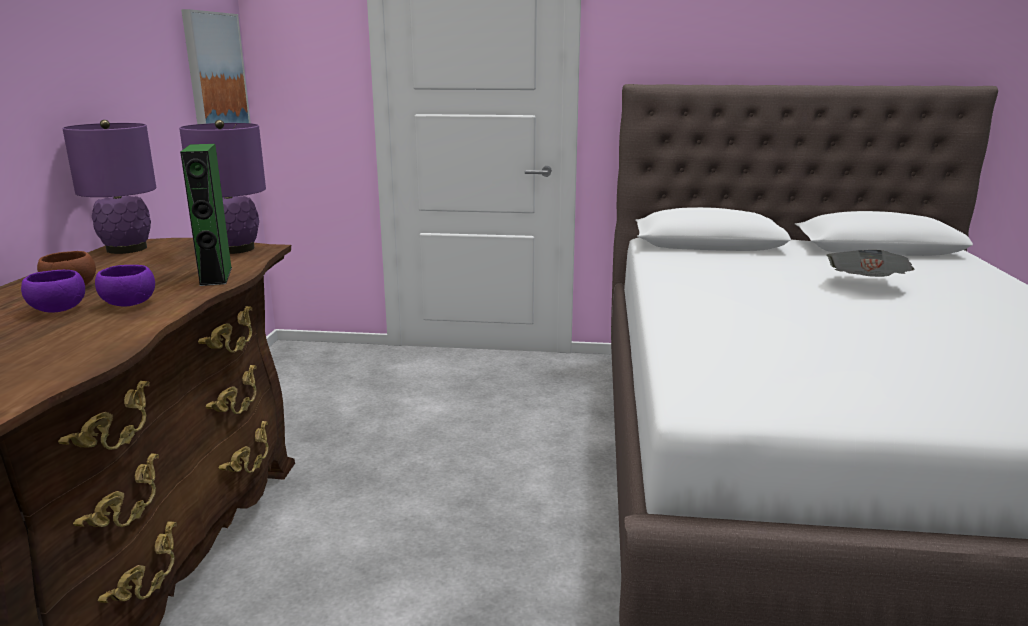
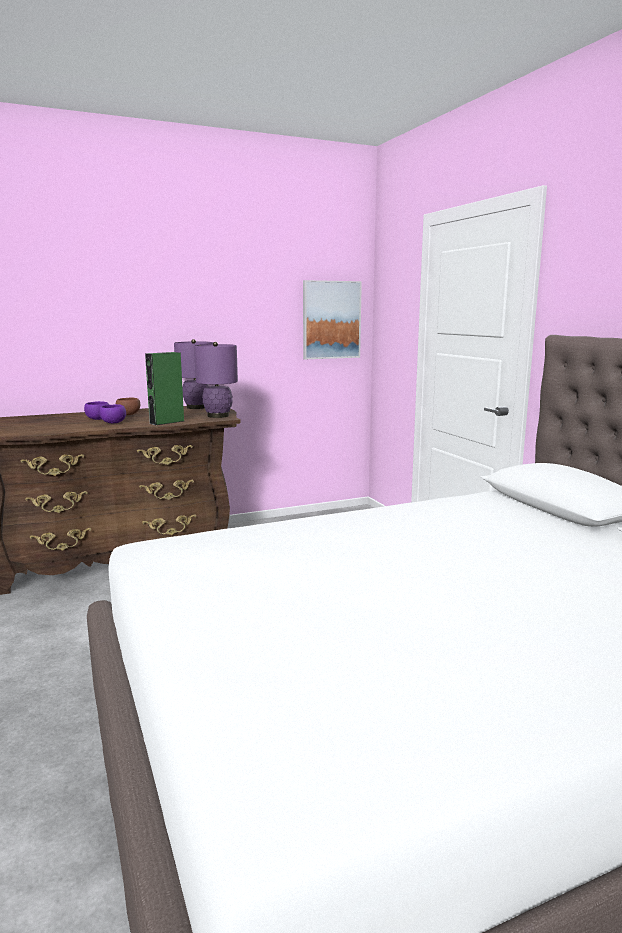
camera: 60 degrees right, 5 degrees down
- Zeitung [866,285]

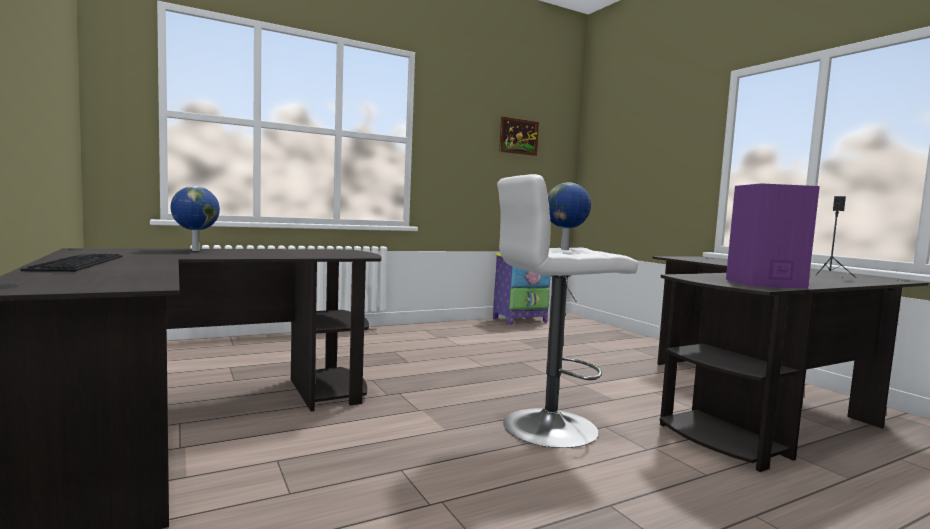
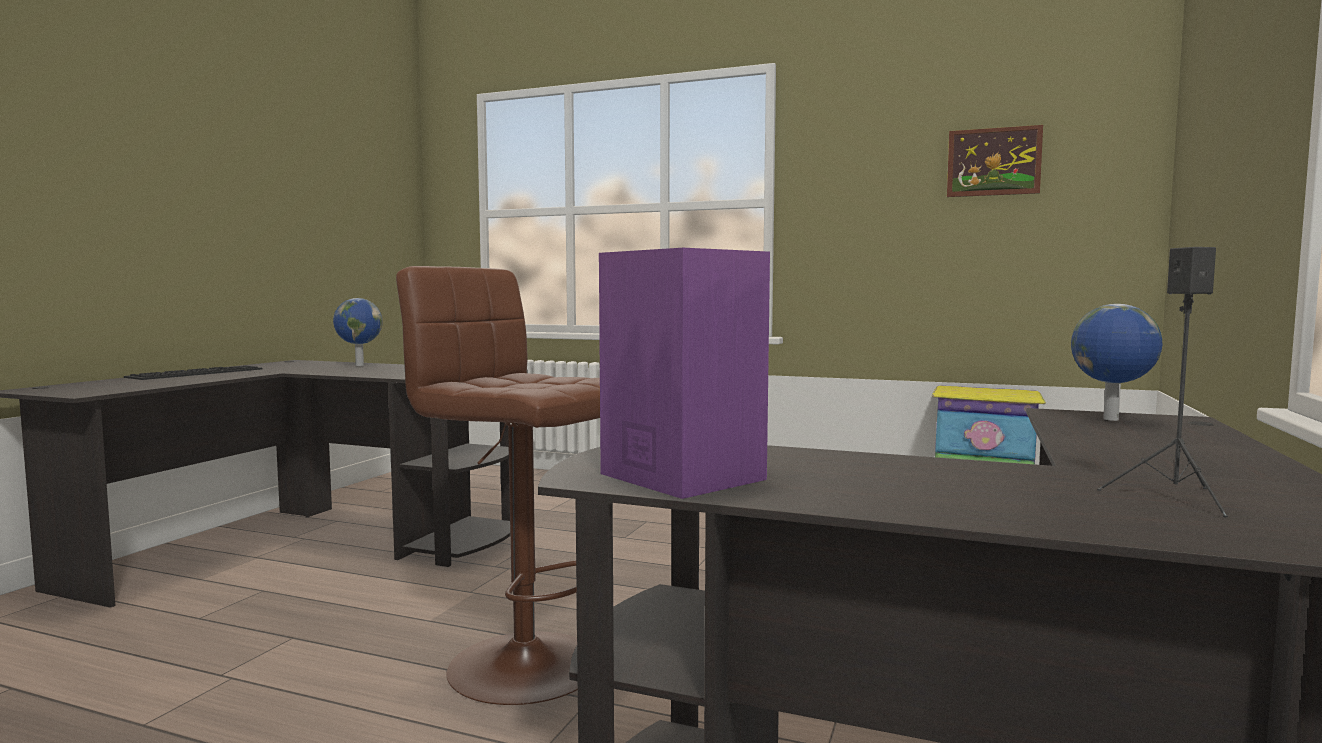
camera: 50 degrees right, 0 degrees up
~ Globus [565,249] to [1111,419]
~ Hocker [weiß] [548,427] to Hocker [braun] [524,665]

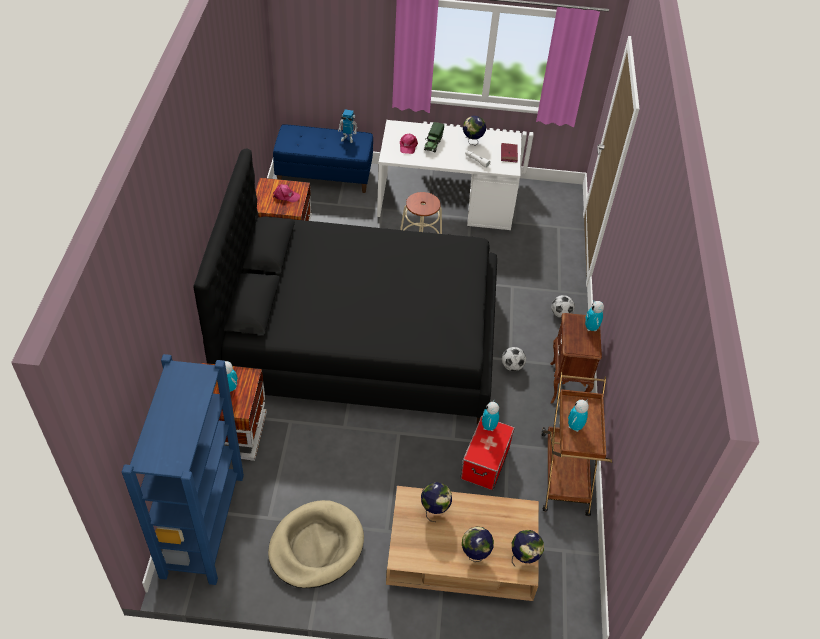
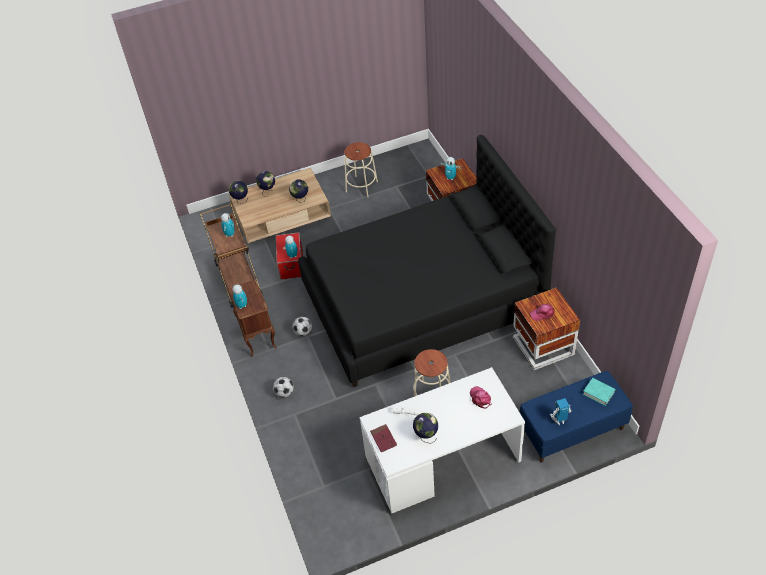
camera: 160 degrees right, 0 degrees up
- Bücherregal [blau] [202,524]
- Spielzeuglaster [433,143]
+ Buch [türkis] [598,393]
~ Hundebett [beige] [316,546] to Hocker [beige] [361,186]

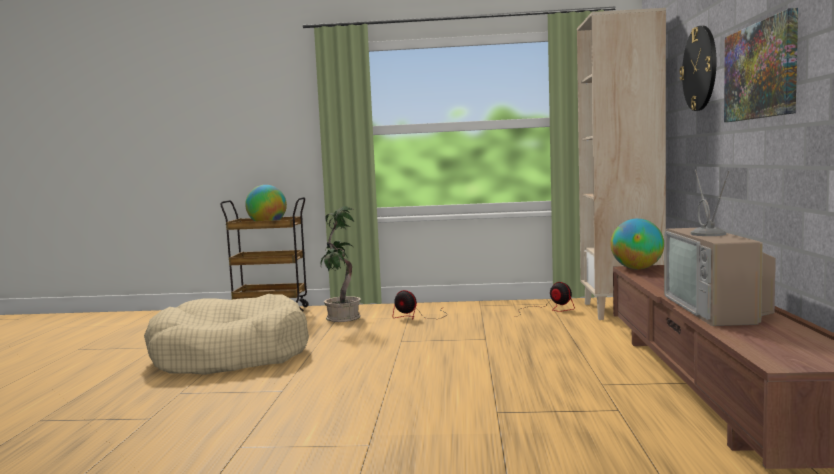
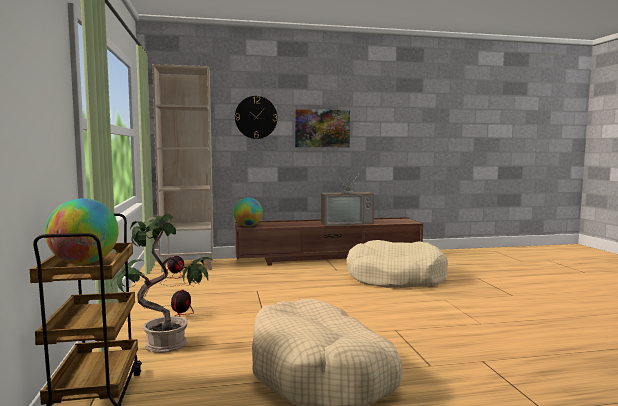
camera: 105 degrees left, 0 degrees up
+ Hundebett [beige] [395,278]

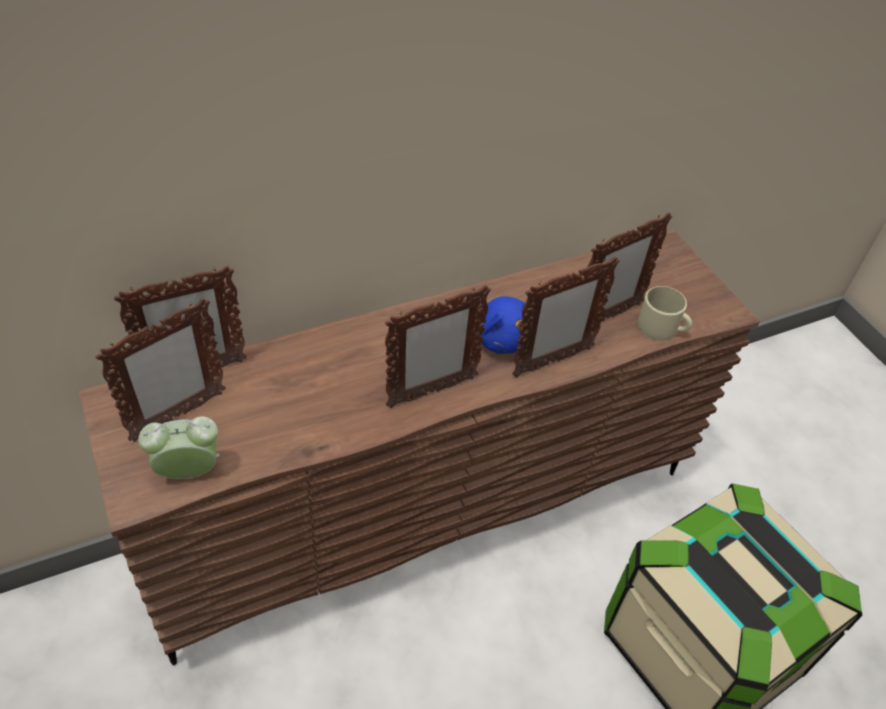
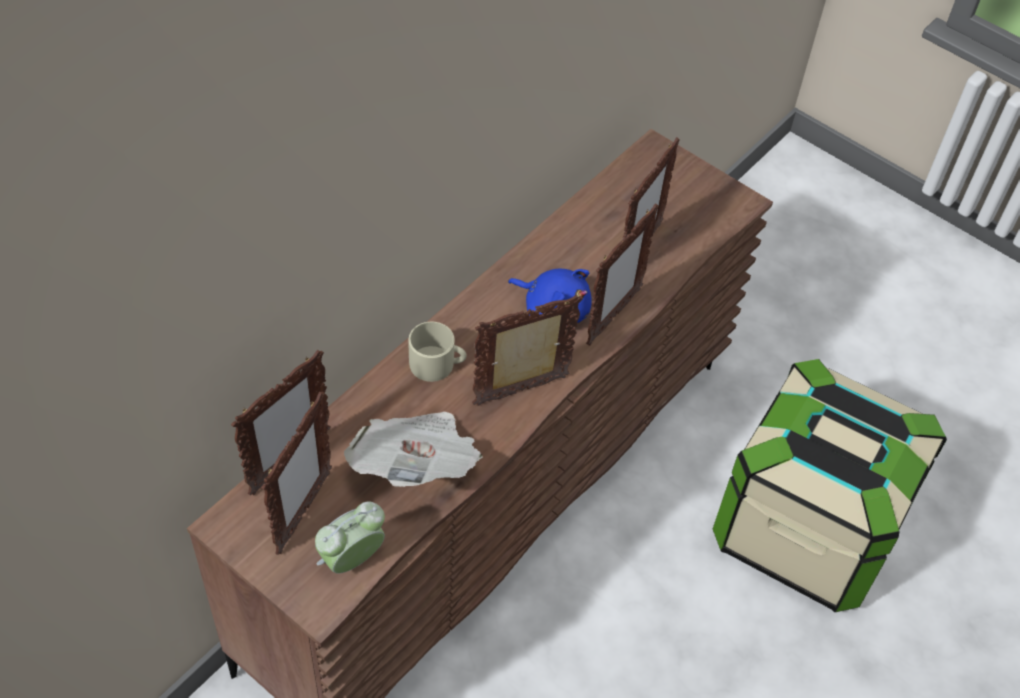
camera: 25 degrees left, 5 degrees up
+ Zeitung [416,466]
~ Henkelbecher [beige] [662,328] to [437,364]
~ Bilderrahmen [431,392] = [522,391] 150 degrees counterclockwise

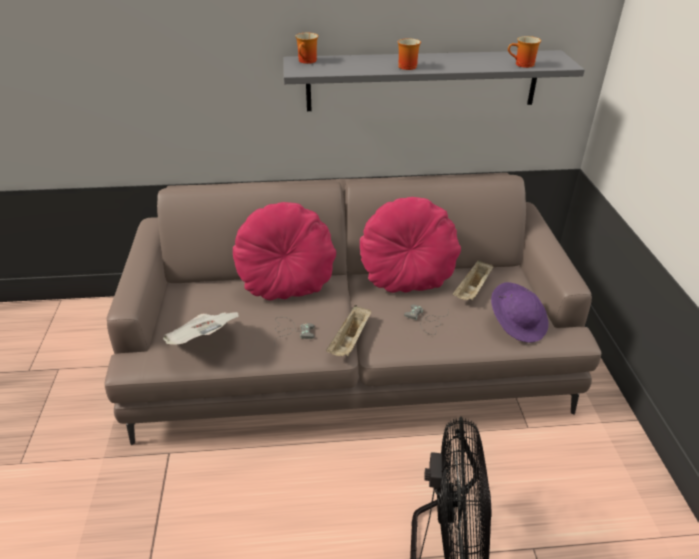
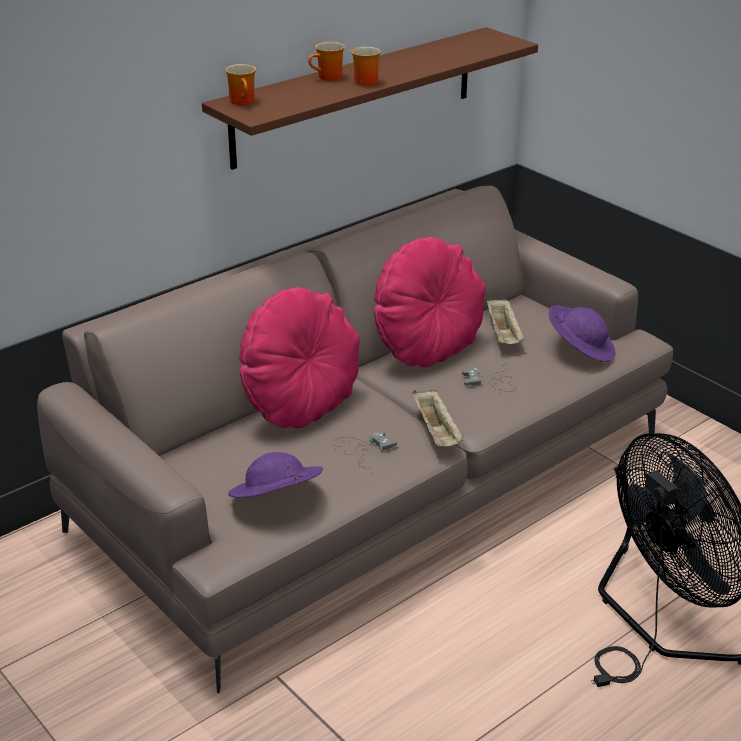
camera: 35 degrees left, 5 degrees down
~ Henkelbecher [522,65] to [328,78]
~ Zeitung [203,341] to Hut [lila] [276,500]
~ Wandregal [grau] [422,81] to Wandregal [braun] [355,96]

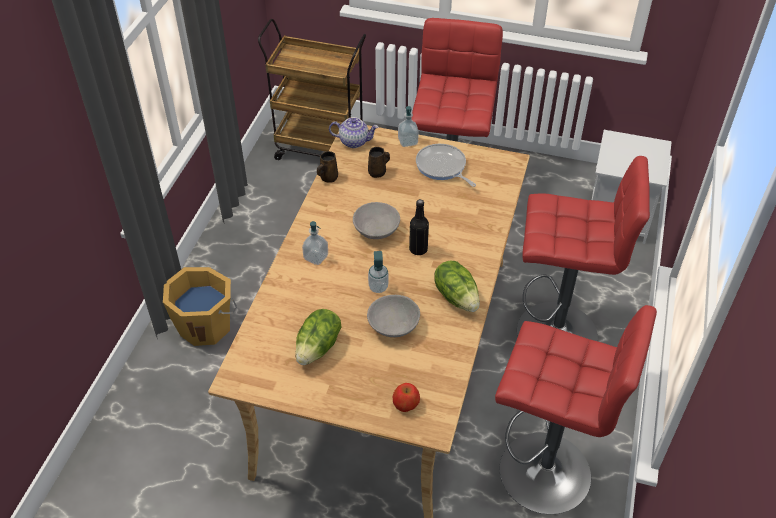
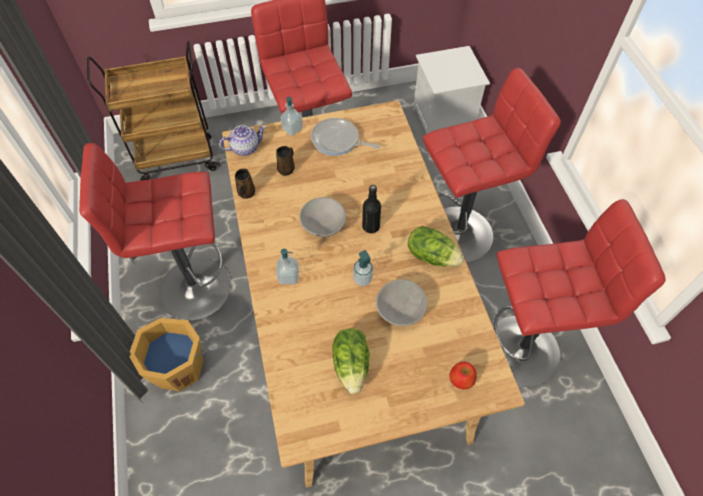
camera: 30 degrees left, 10 degrees up
+ Hocker [rot] [194,288]

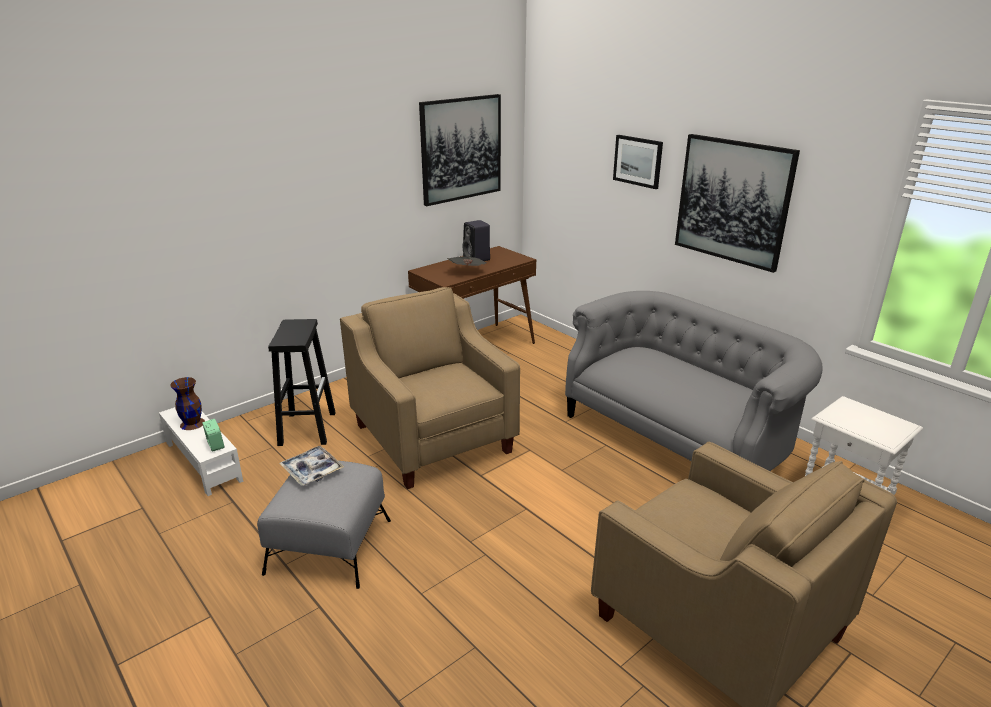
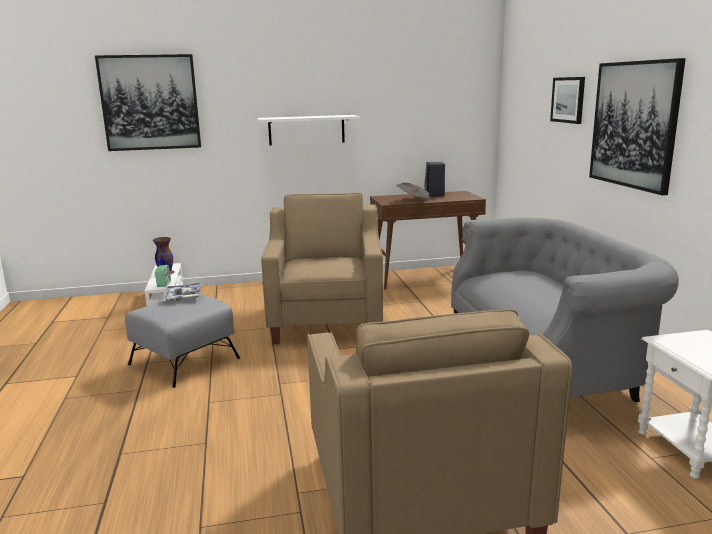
camera: 30 degrees right, 10 degrees down
- Hocker [schwarz] [307,428]
+ Wandregal [weiß] [306,130]
~ Bild [461,149] to [150,103]

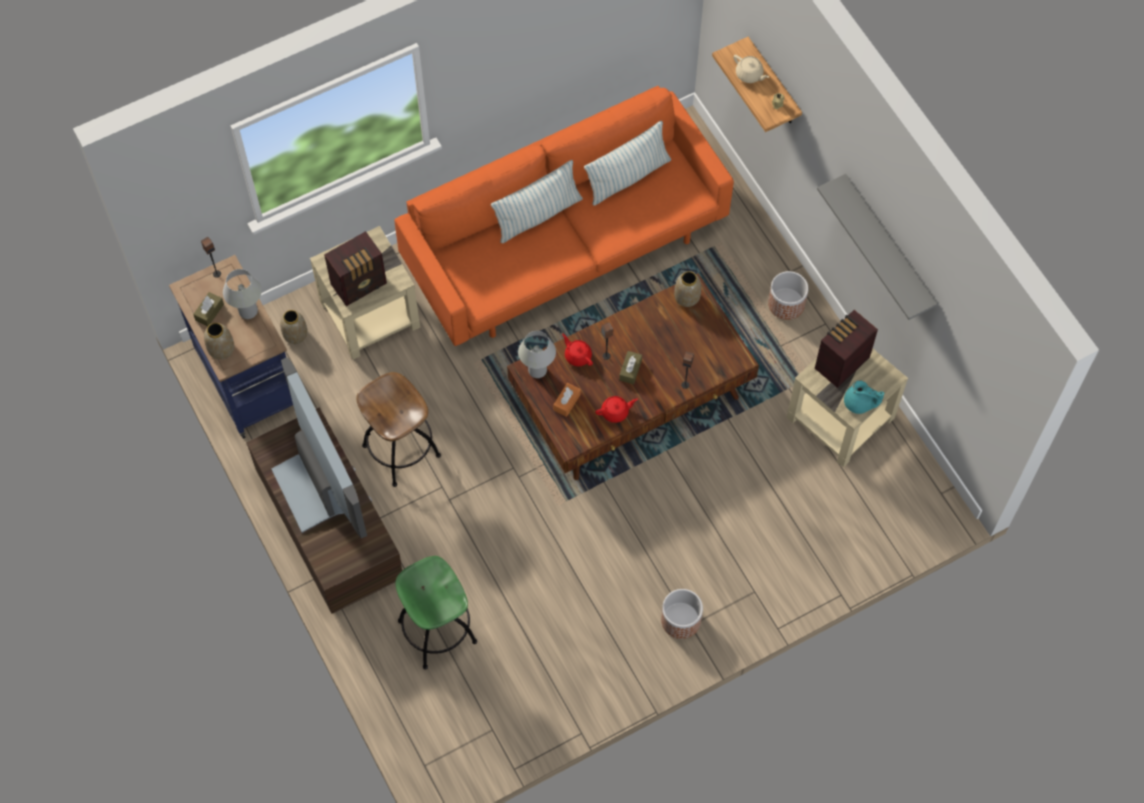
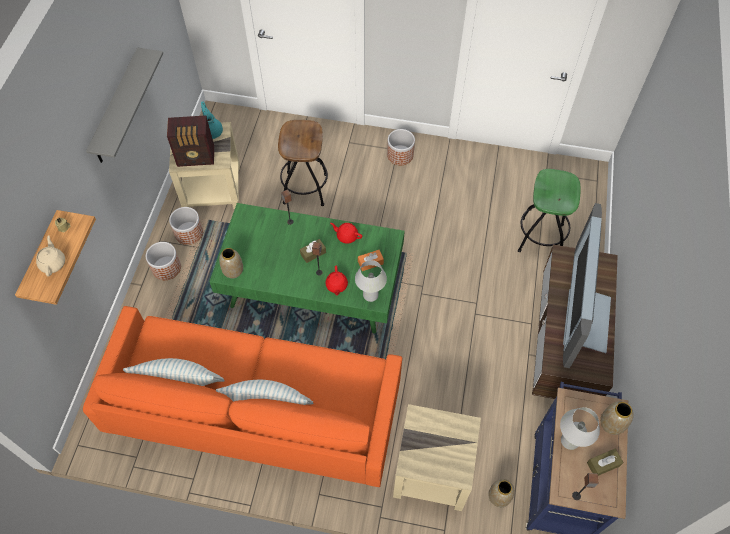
camera: 140 degrees left, 5 degrees down
- Radio [360,284]
+ Pflanzkübel [189,233]
~ Hocker [braun] [401,451] to [305,188]
~ Couchtisch [braun] [631,397] to Couchtisch [grün] [312,282]

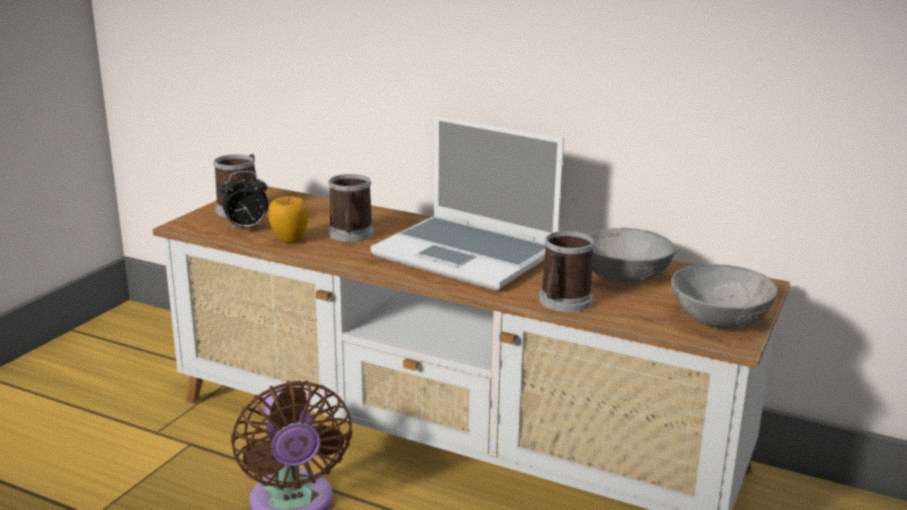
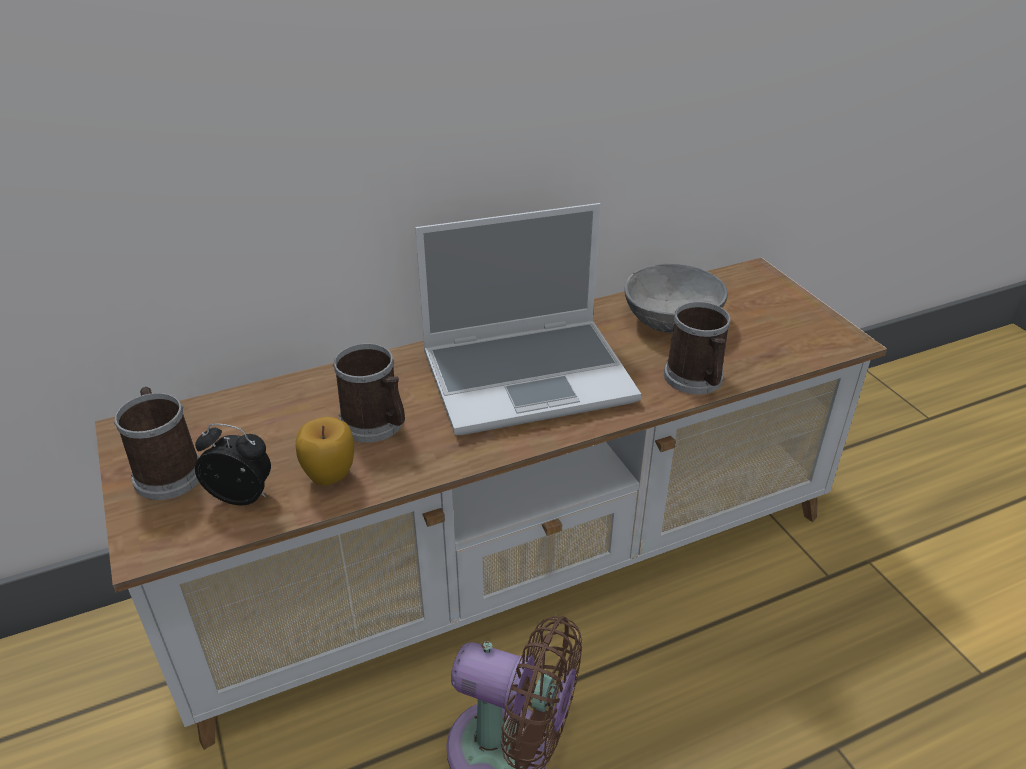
camera: 50 degrees left, 15 degrees up
- Schüssel [grau] [720,318]
~ Wecker [246,229] = [243,496] 105 degrees counterclockwise

